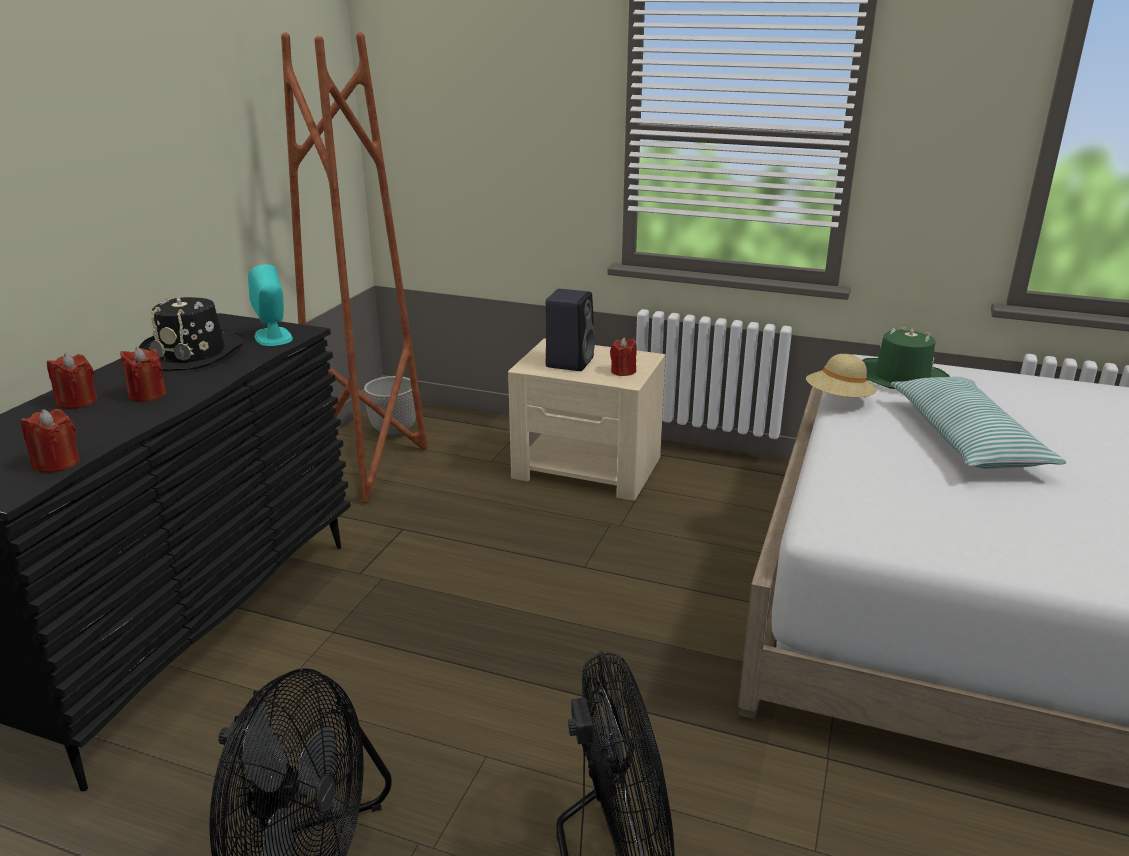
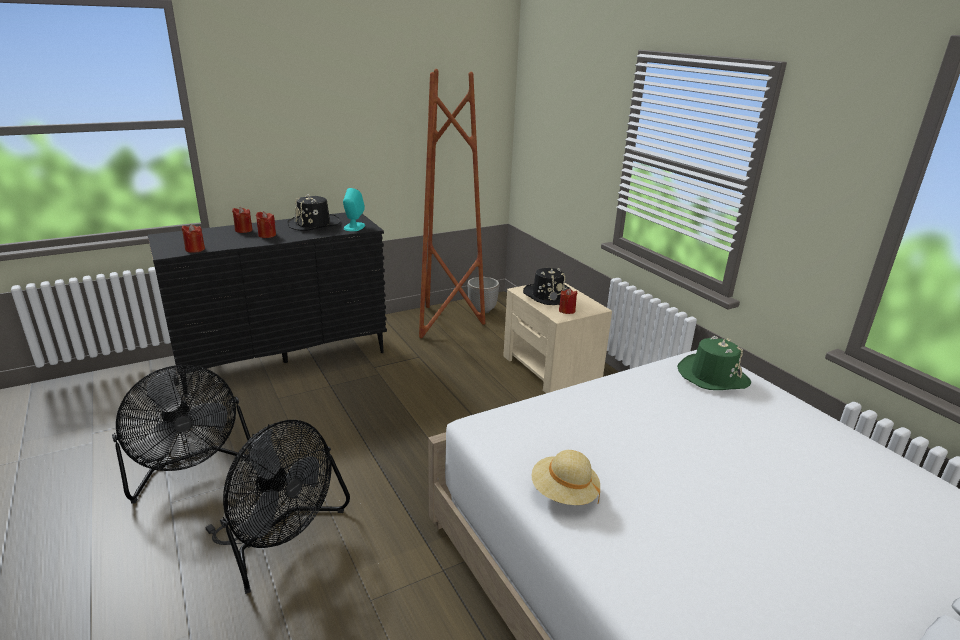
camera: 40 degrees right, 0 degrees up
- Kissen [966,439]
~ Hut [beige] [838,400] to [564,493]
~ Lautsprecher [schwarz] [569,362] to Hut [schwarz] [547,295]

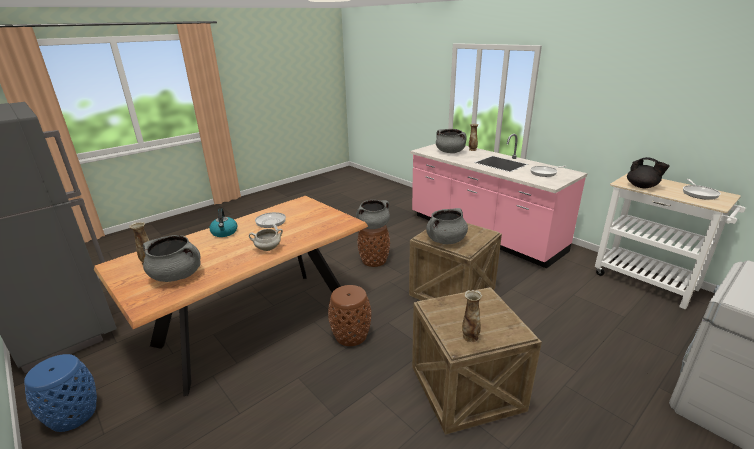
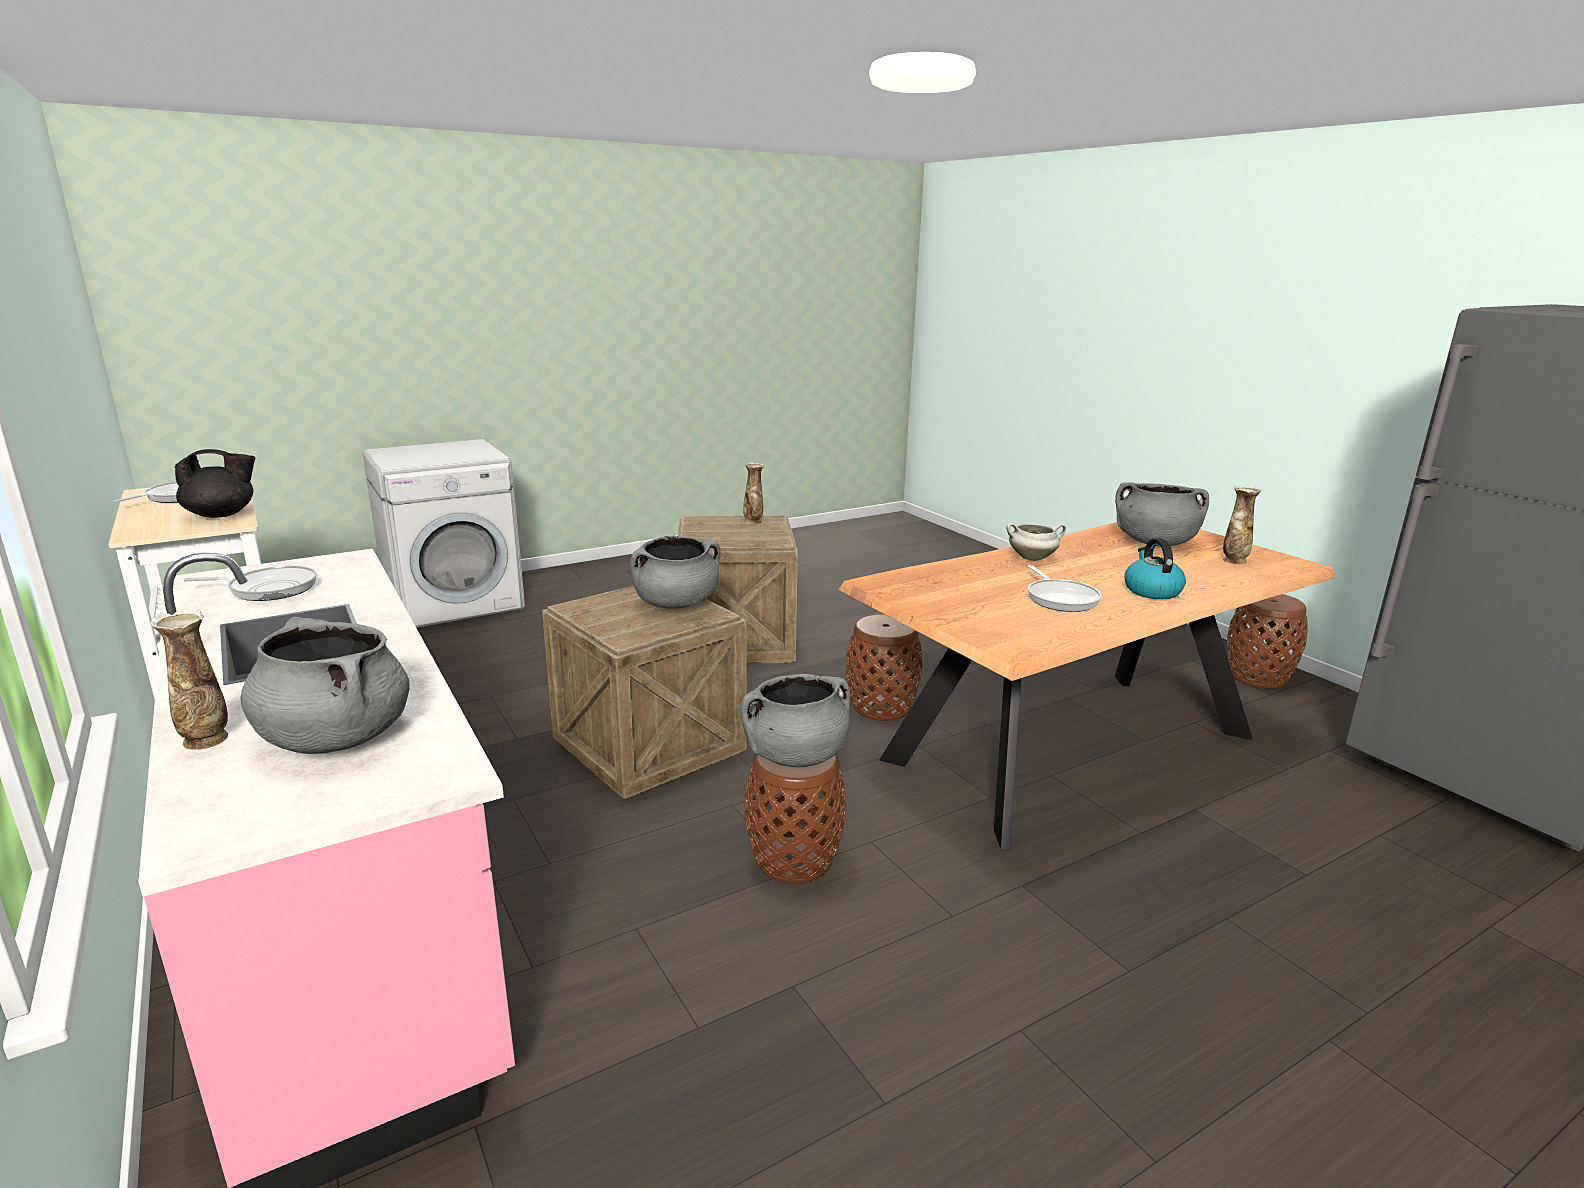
camera: 170 degrees left, 5 degrees down
~ Hocker [blau] [73,415] to Hocker [braun] [1258,677]
~ Teekanne [schwarz] [642,186] = [222,515] 105 degrees clockwise

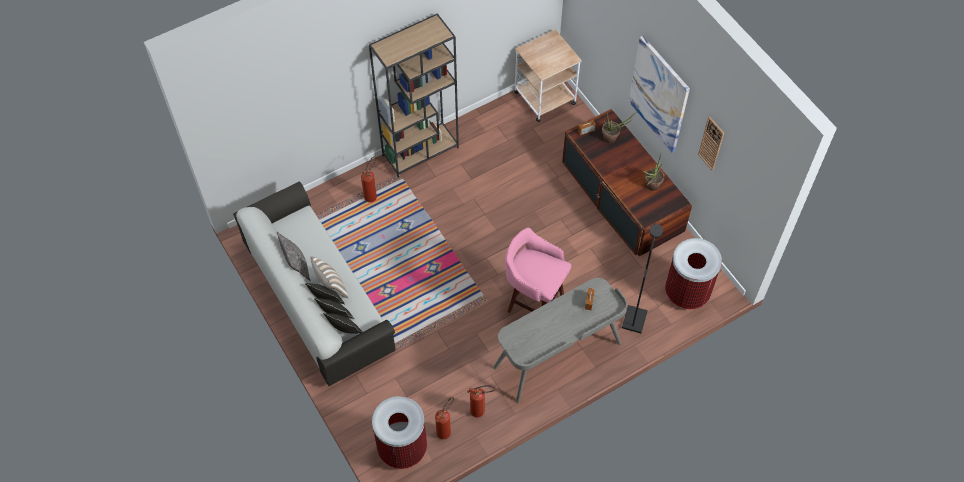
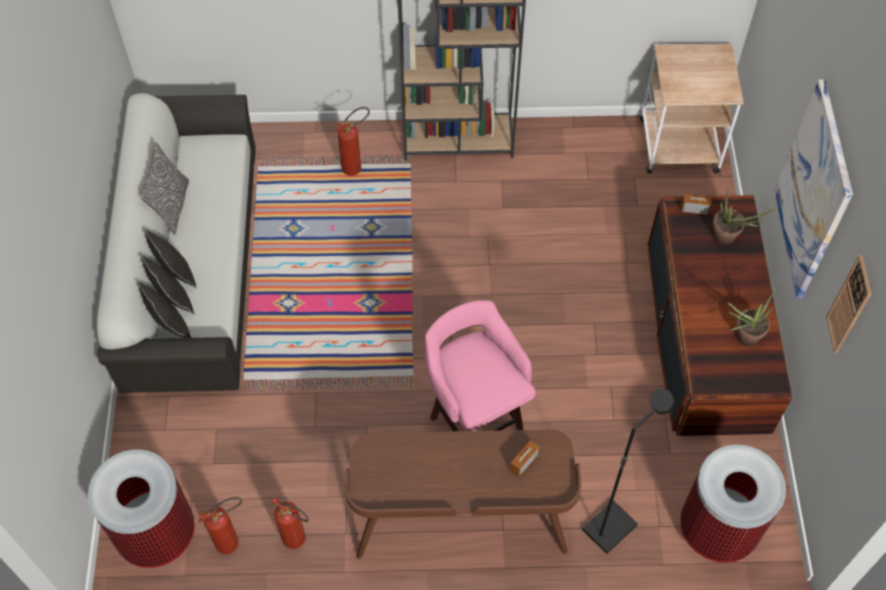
camera: 30 degrees right, 0 degrees up
- Kissen [331,287]
~ Schreibtisch [grau] [558,356] to Schreibtisch [braun] [460,521]

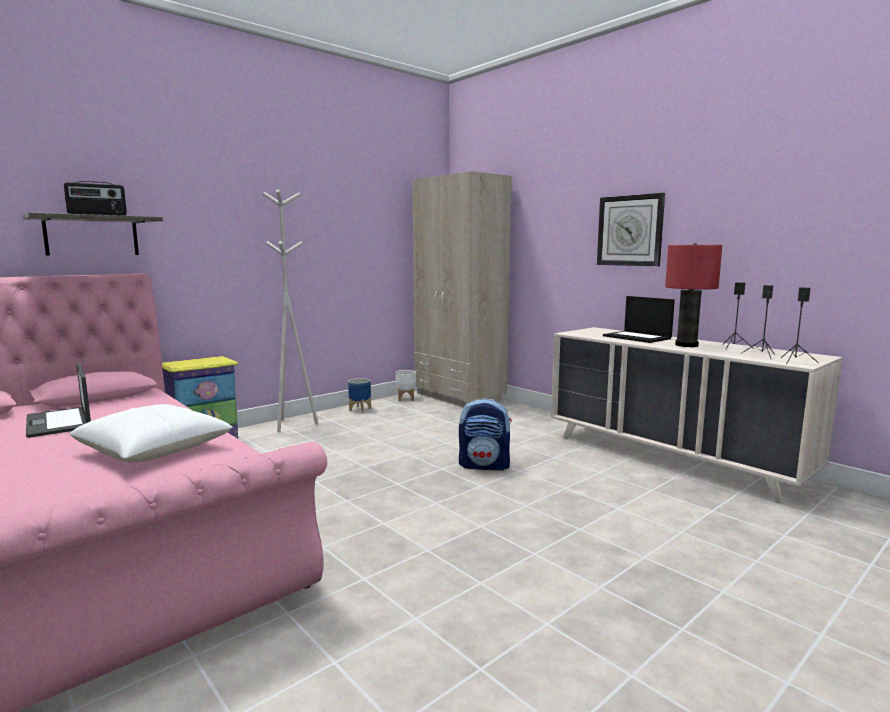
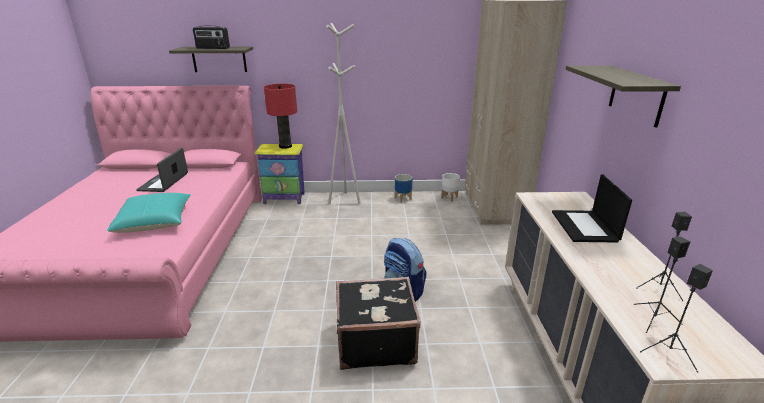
camera: 40 degrees right, 15 degrees up
+ Koffer [schwarz] [375,341]
~ Tischlampe [rot] [687,345] to [285,146]
~ Wanduhr [630,230] to Wandregal [636,95]
~ Kissen [weiß] [154,449] to Kissen [türkis] [155,221]

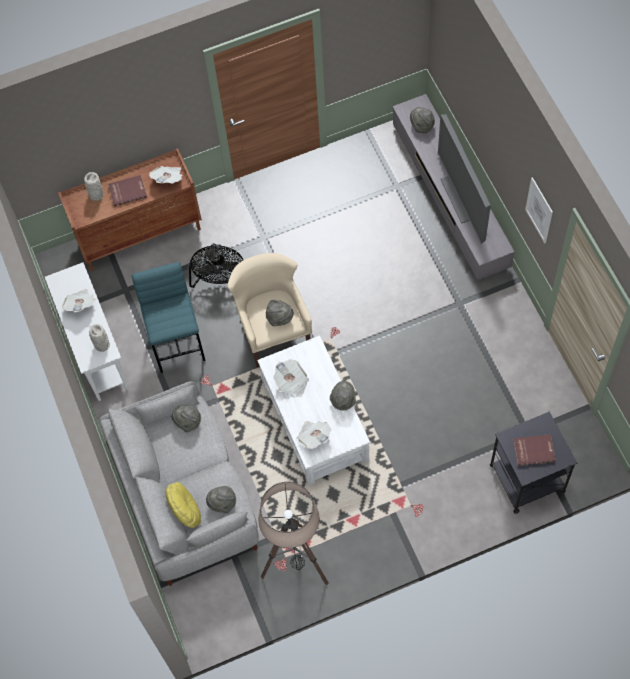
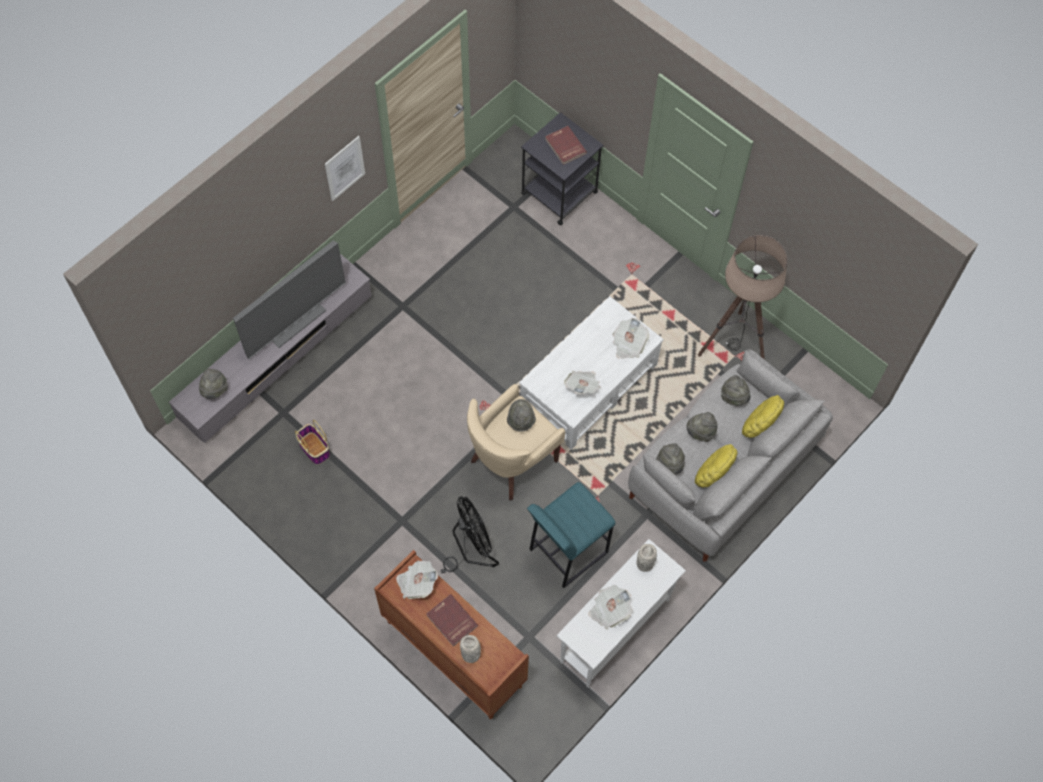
camera: 120 degrees left, 0 degrees up
+ Korb [314,448]
+ Kissen [gelb] [713,475]
~ Hut [grau] [343,400] to [700,432]

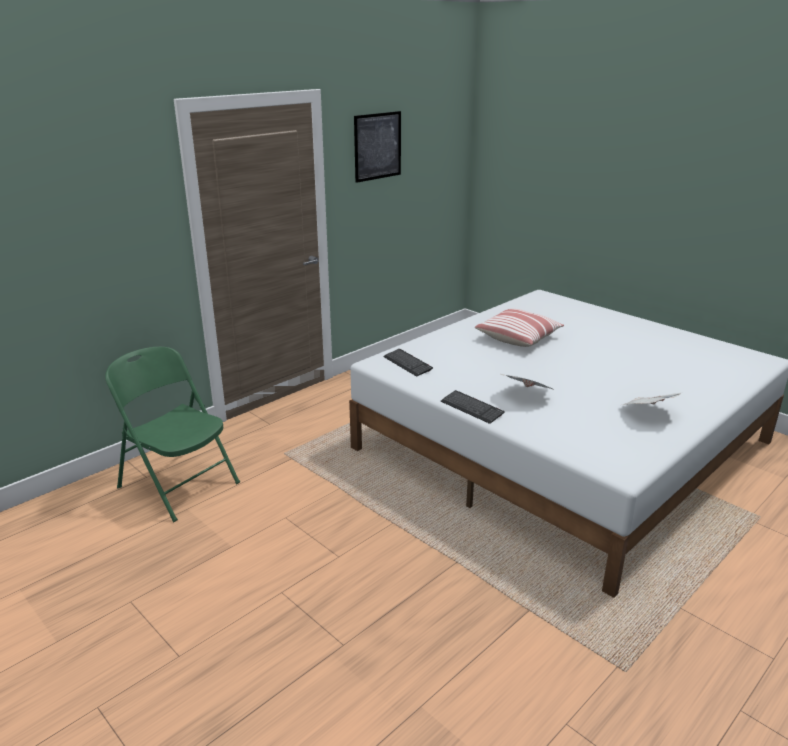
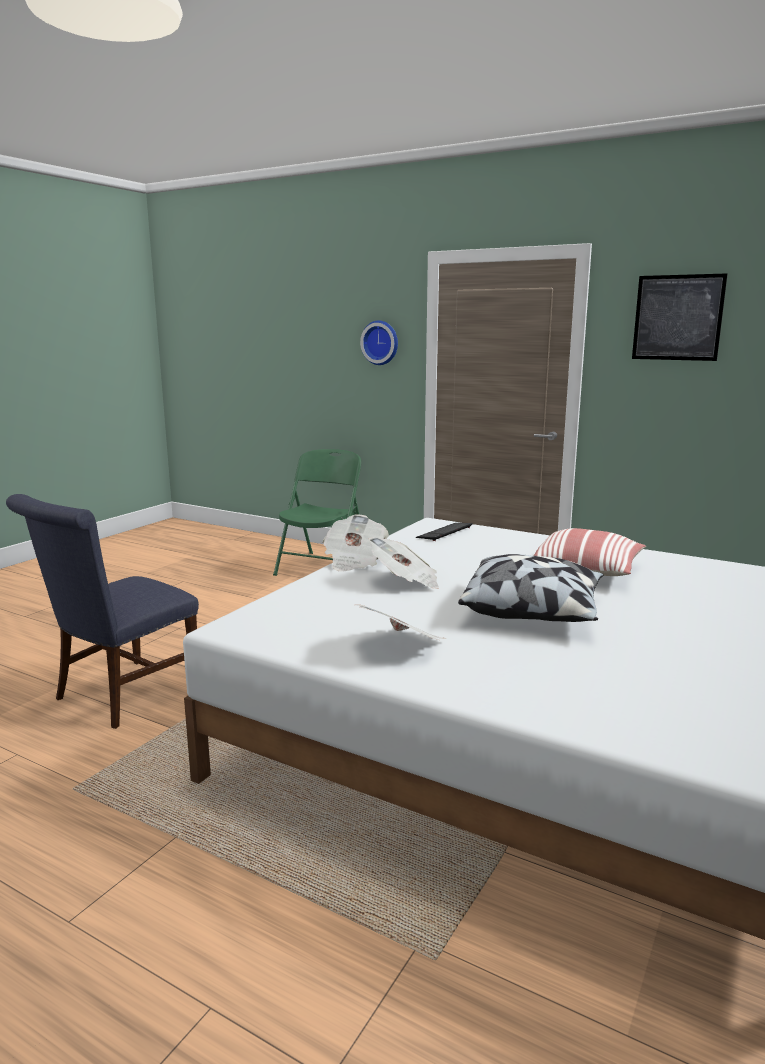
camera: 75 degrees right, 10 degrees down
+ Stuhl [blau] [120,696]
+ Wanduhr [381,342]
+ Kissen [533,611]
~ Tastatur [472,408] to Zeitung [354,561]

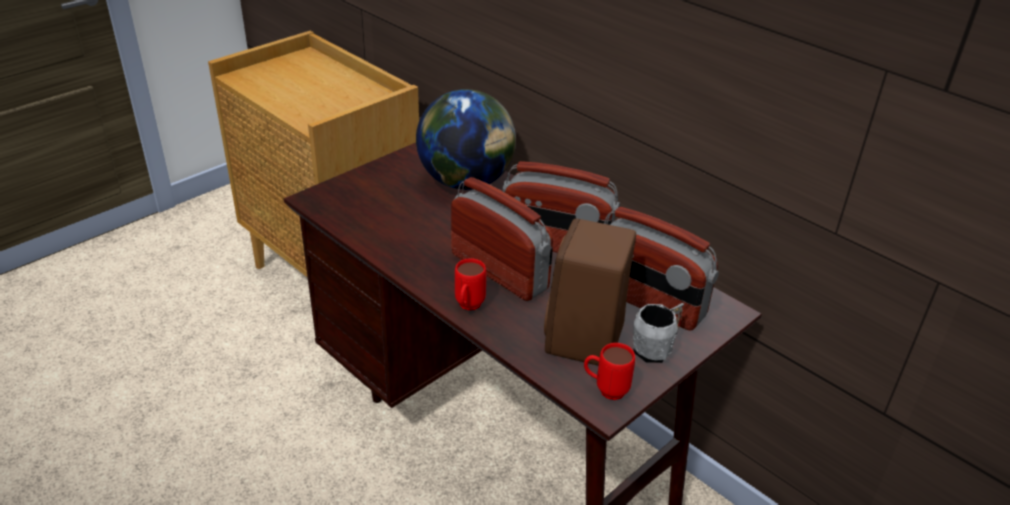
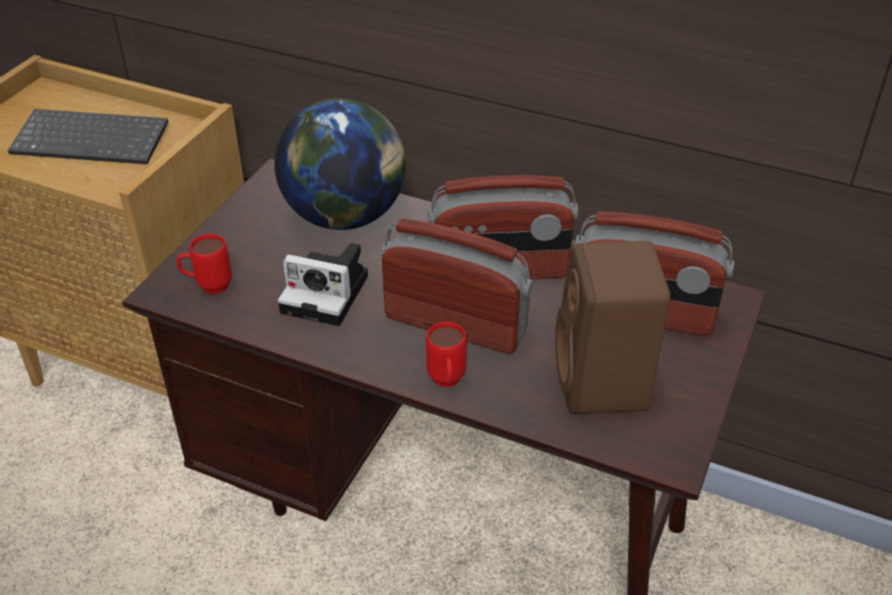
camera: 20 degrees left, 5 degrees up
- Henkelbecher [grau] [656,349]
+ Tastatur [93,139]
+ Kamera [328,294]
~ Henkelbecher [rot] [605,390] to [207,287]

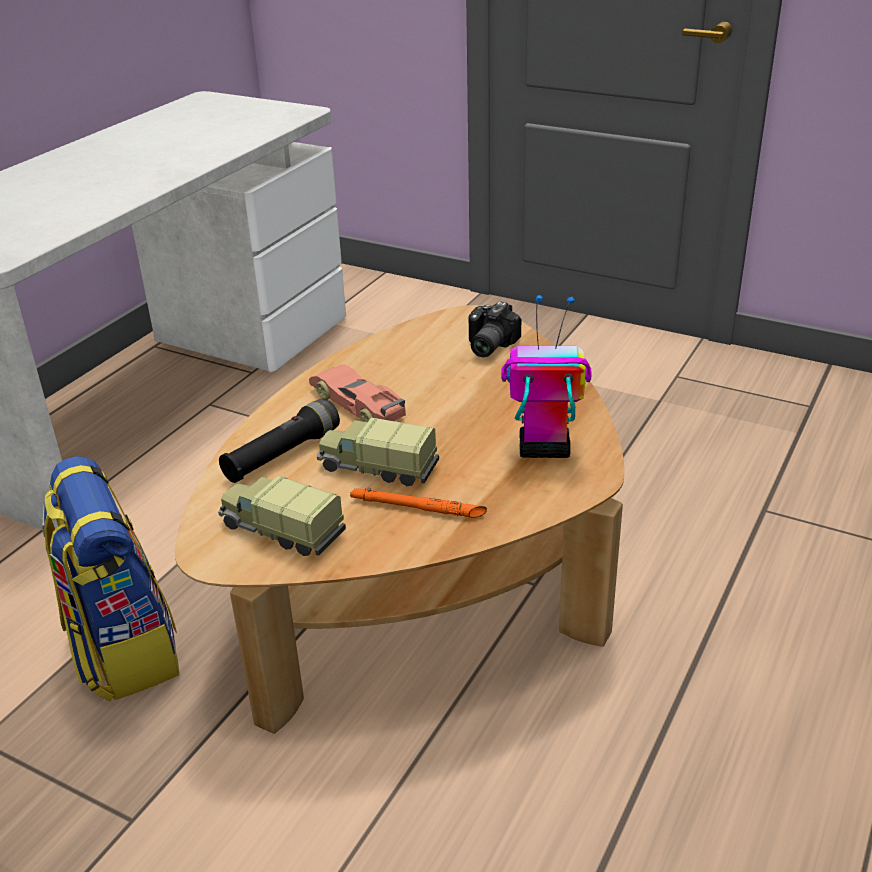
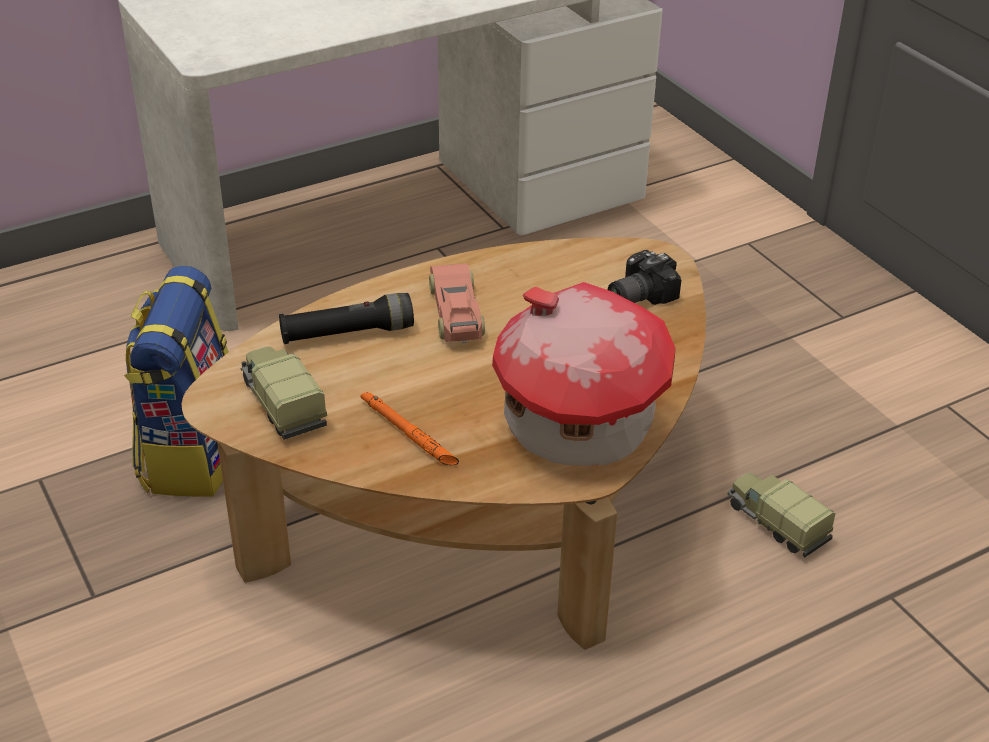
camera: 30 degrees right, 5 degrees up
~ Spielzeuglaster [377,468] to [775,523]
~ Spielzeugroboter [543,449] to Spielzeughaus [574,426]

